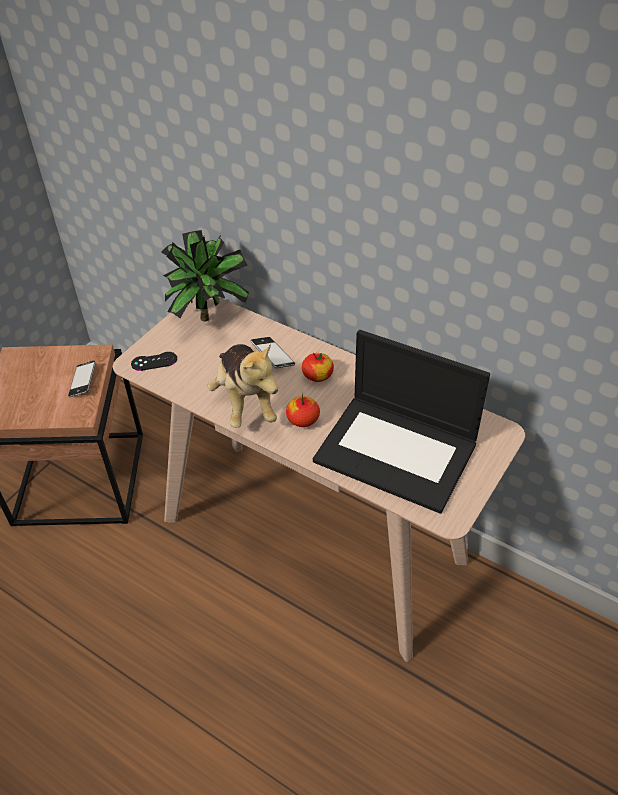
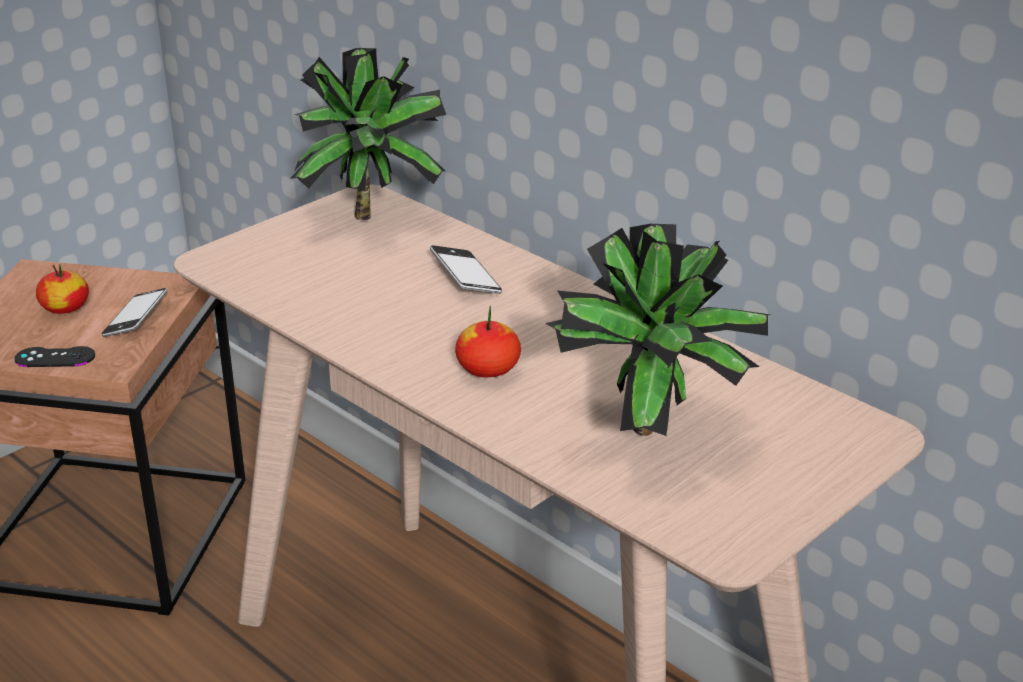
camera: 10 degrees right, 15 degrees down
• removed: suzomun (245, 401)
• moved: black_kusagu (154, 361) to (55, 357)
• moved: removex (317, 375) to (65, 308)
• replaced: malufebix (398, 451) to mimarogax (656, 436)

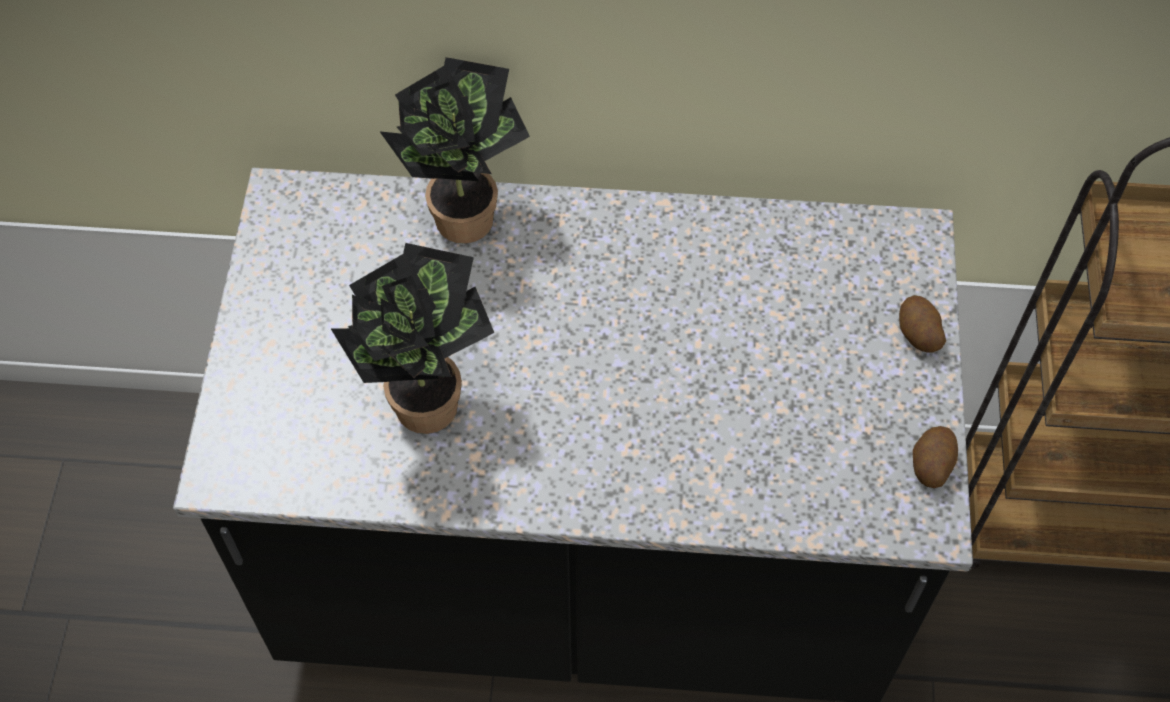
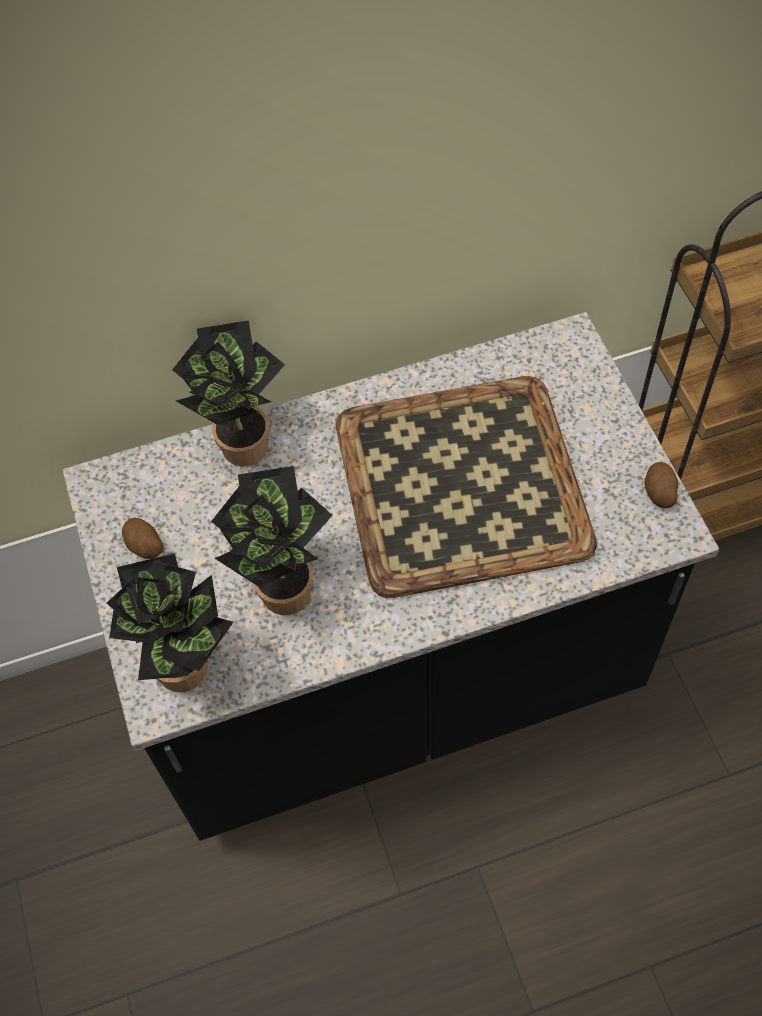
camera: 20 degrees left, 0 degrees up
• added: mimarogax (190, 669)
• added: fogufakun (458, 483)
• moved: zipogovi (917, 333) to (144, 545)

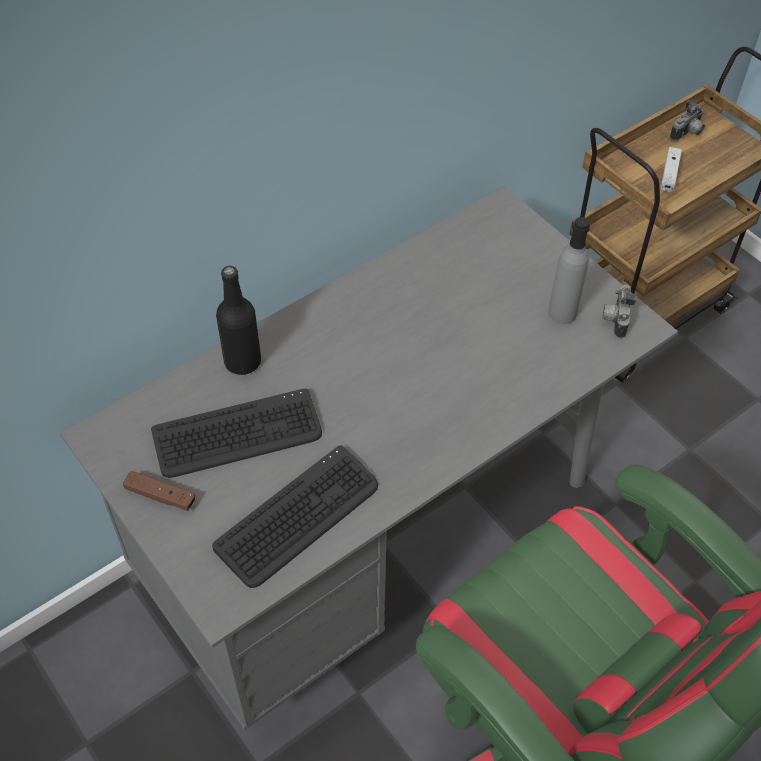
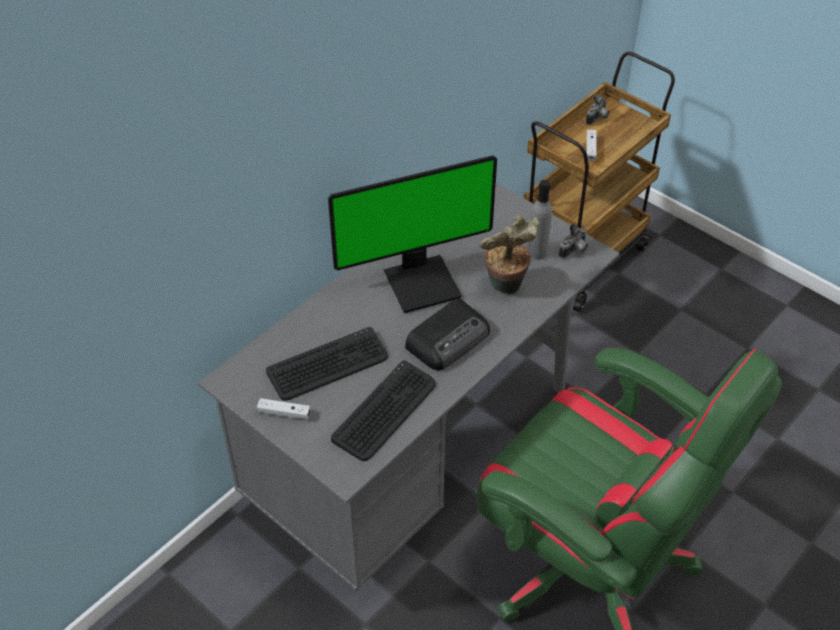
camera: 10 degrees left, 5 degrees down
• removed: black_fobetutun (242, 362)
• added: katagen (422, 282)
• added: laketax (449, 338)
• added: mimarogax (505, 288)
• recoloured: brown_kusagu (160, 496) to white_kusagu (284, 413)
• turned: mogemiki (615, 319) = (574, 251) 135 degrees counterclockwise

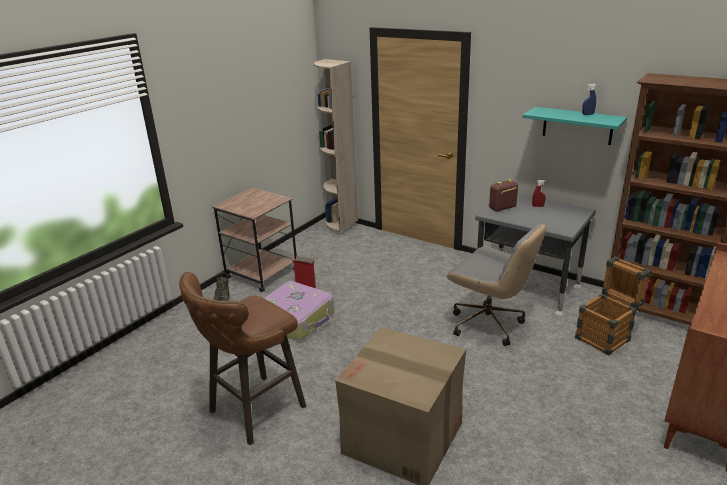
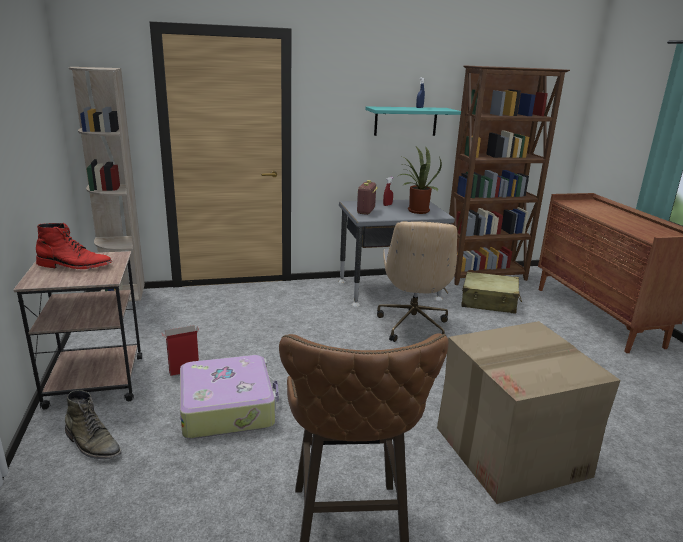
camera: 50 degrees left, 5 degrees down
• added: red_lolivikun (75, 266)
• added: mimarogax (416, 211)
• replaced: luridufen (606, 337) to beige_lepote (489, 302)
• turned: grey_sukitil (489, 326) = (412, 328) 105 degrees clockwise

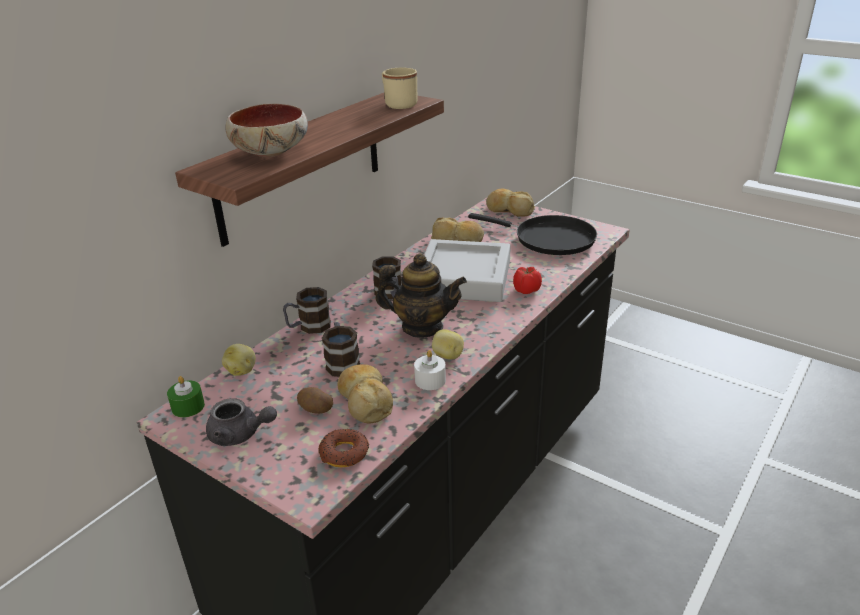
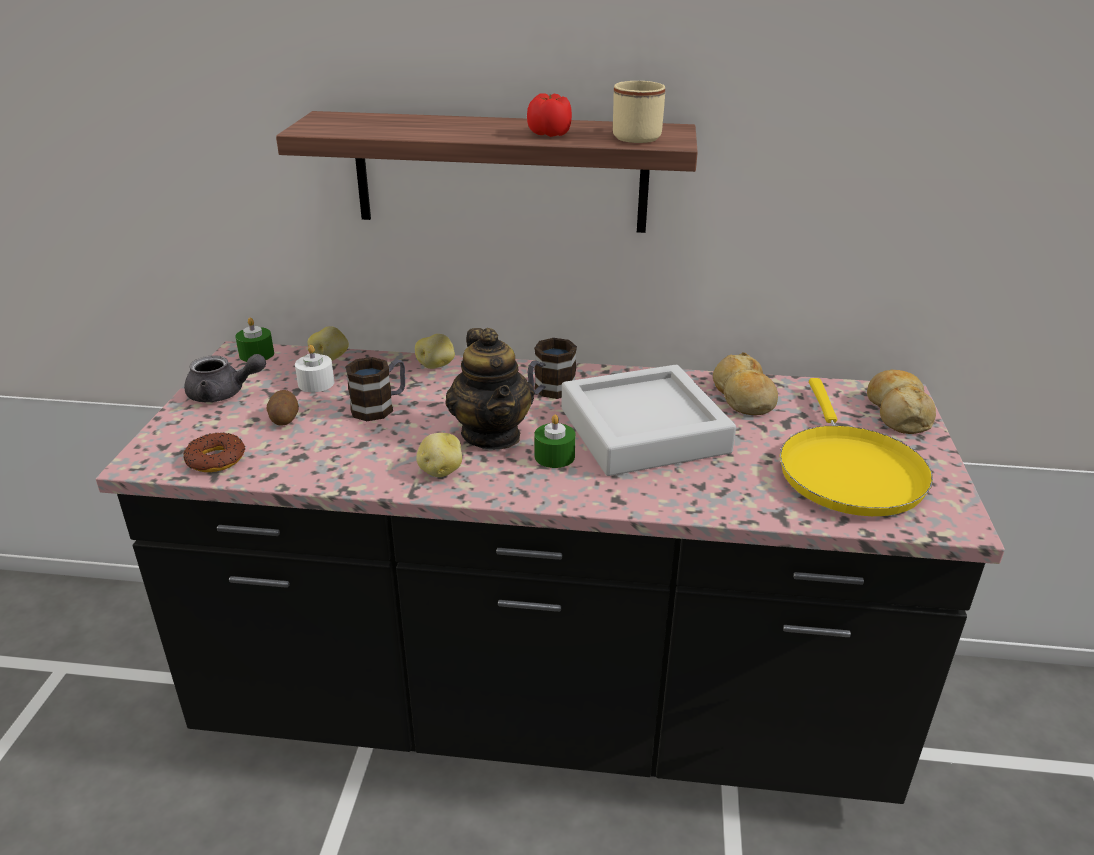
camera: 60 degrees right, 0 degrees up
• removed: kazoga (270, 152)
• removed: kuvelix (365, 401)
• added: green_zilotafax (554, 456)
• moved: white_zilotafax (430, 380) to (316, 383)
• moved: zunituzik (526, 290) to (550, 134)
• replaced: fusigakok (309, 327) to zipogovi (436, 366)
• recoloured: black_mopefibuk (549, 239) to yellow_mopefibuk (847, 471)
• turned: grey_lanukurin (240, 435) = (224, 394) 75 degrees counterclockwise

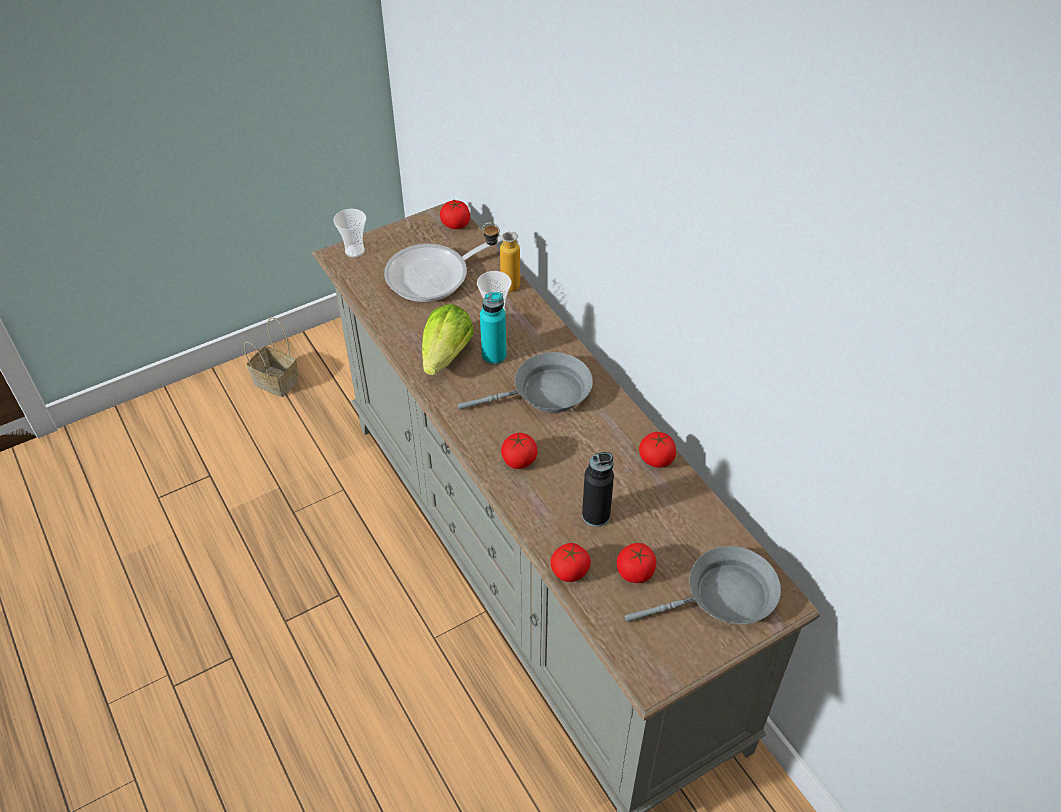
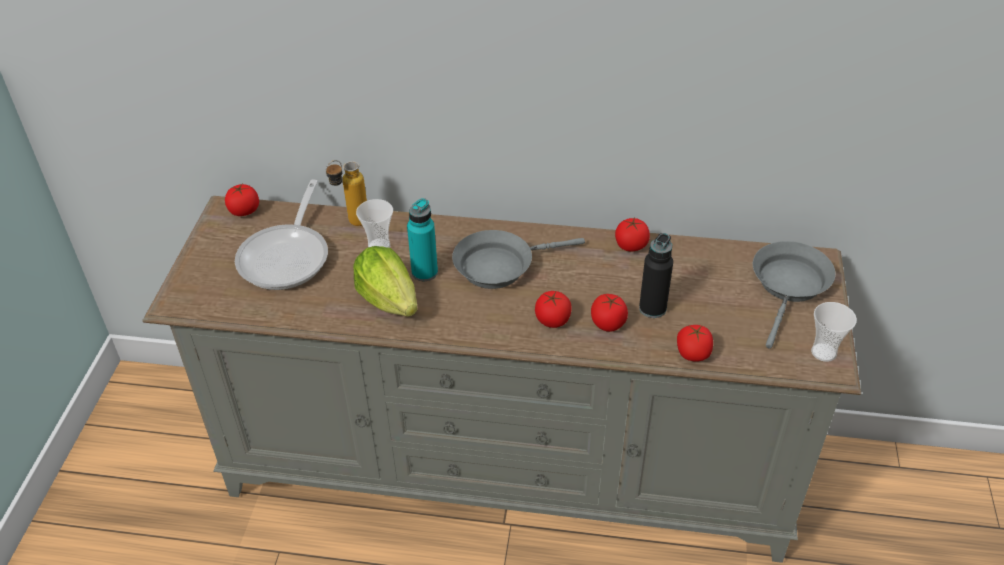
camera: 50 degrees left, 5 degrees down
• removed: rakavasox (274, 381)
• moved: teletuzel (354, 251) to (823, 352)
• moved: zunituzik (635, 572) to (608, 323)
• turned: grey_mopefibuk (545, 393) = (499, 266) 135 degrees counterclockwise

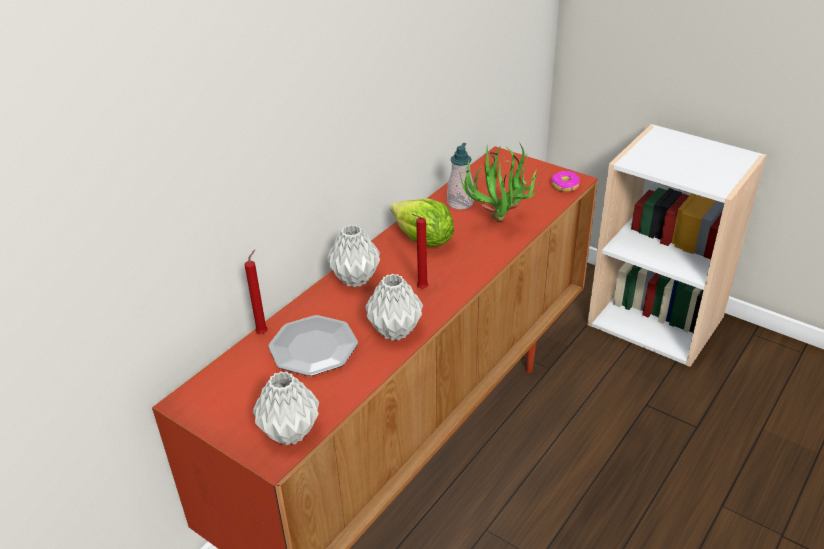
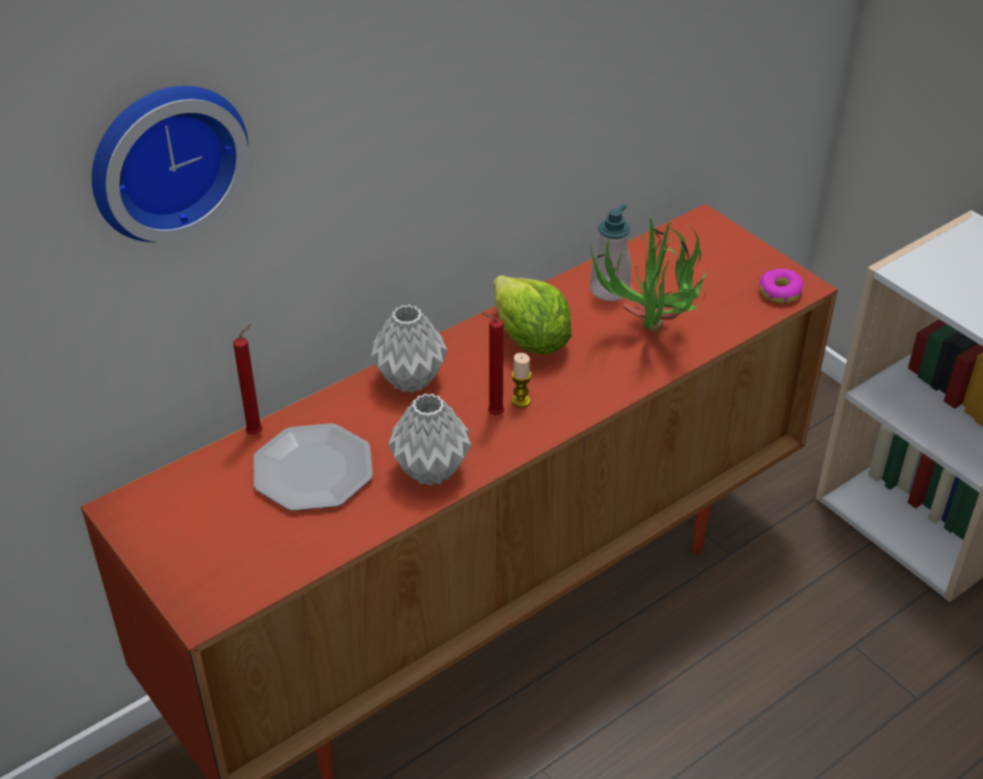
camera: 15 degrees right, 5 degrees up
• removed: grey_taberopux (291, 432)
• added: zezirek (164, 158)
• added: zilotafax (520, 401)

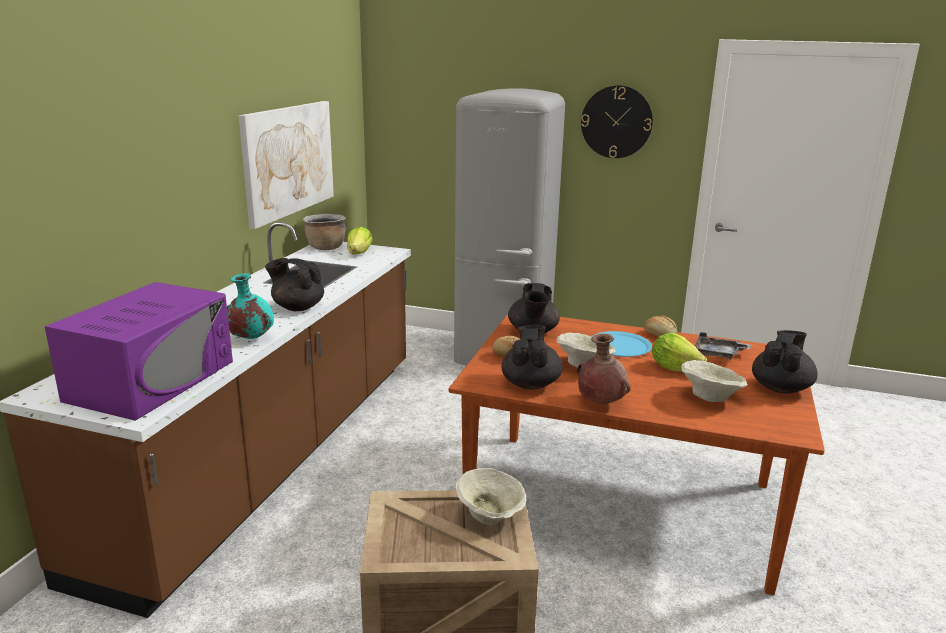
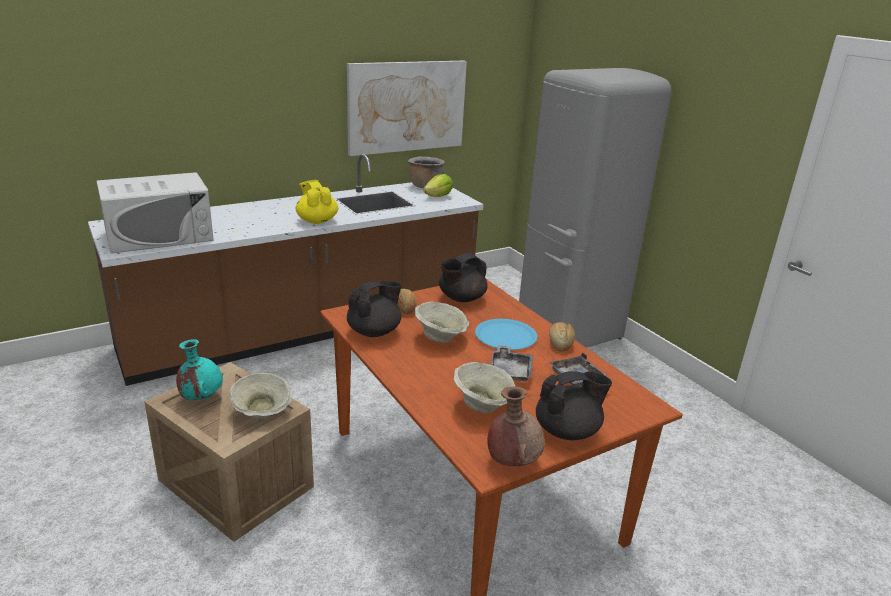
camera: 40 degrees right, 5 degrees up
• removed: zezirek (616, 122)
• moved: turquoise_taberopux (251, 339) to (201, 397)
• moved: brown_taberopux (600, 403) to (512, 461)
• replaced: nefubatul (674, 368) to grey_fogufakun (510, 371)
• recoloured: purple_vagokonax (152, 380) to white_vagokonax (159, 236)
• recoloured: black_lanukurin (297, 307) to yellow_lanukurin (317, 221)

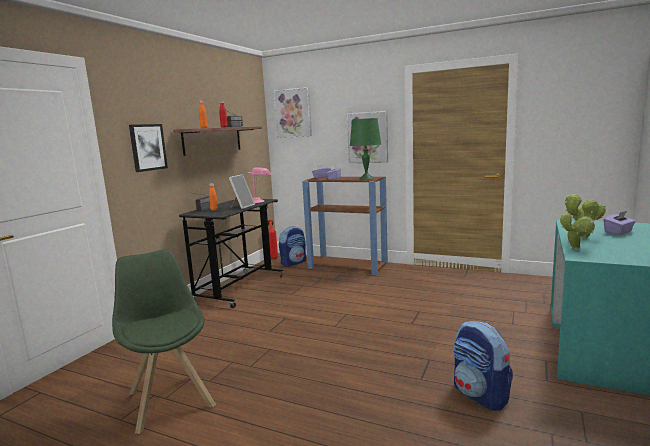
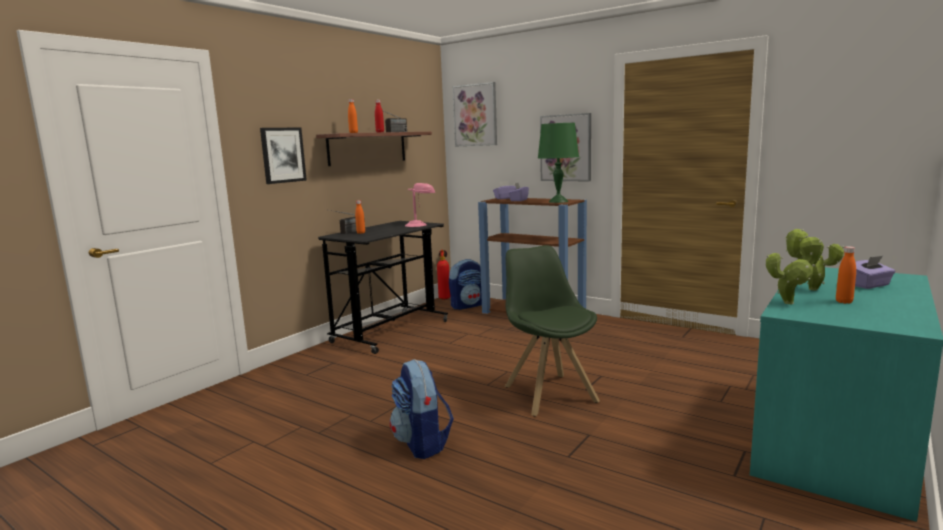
camera: 10 degrees right, 0 degrees up
• removed: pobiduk (242, 206)
• added: orange_fobetutun (844, 302)
• moved: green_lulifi (170, 399) to (549, 394)
• moved: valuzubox (480, 395) to (422, 443)

